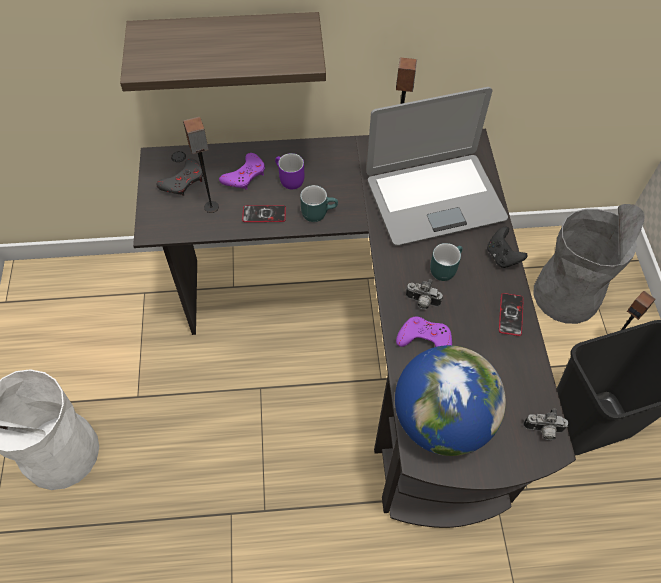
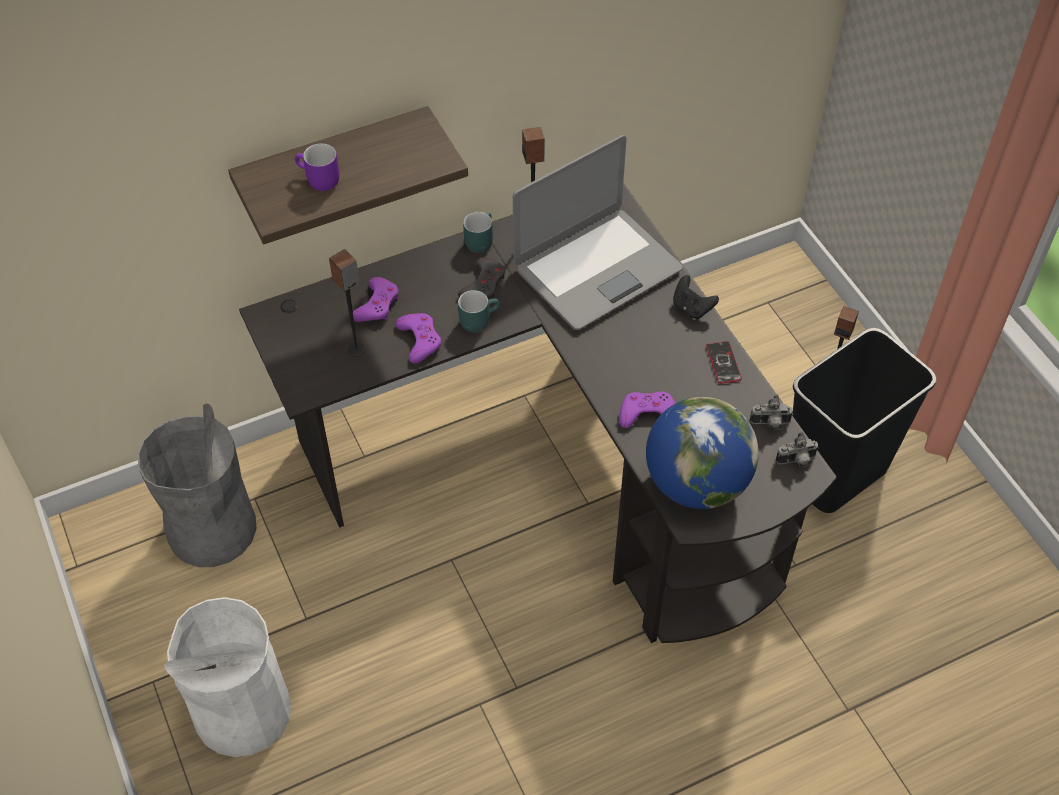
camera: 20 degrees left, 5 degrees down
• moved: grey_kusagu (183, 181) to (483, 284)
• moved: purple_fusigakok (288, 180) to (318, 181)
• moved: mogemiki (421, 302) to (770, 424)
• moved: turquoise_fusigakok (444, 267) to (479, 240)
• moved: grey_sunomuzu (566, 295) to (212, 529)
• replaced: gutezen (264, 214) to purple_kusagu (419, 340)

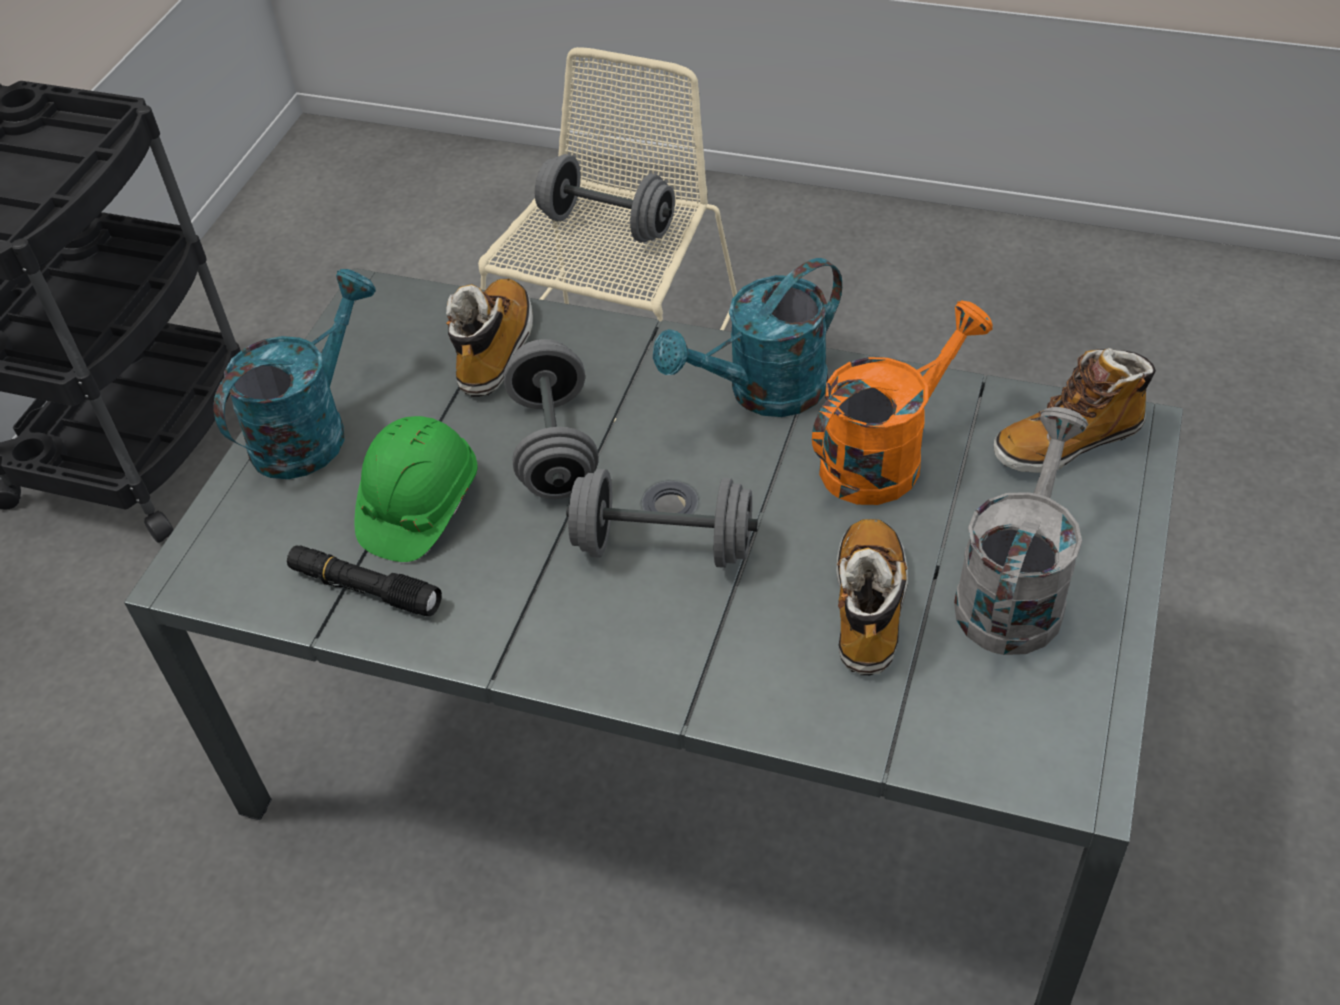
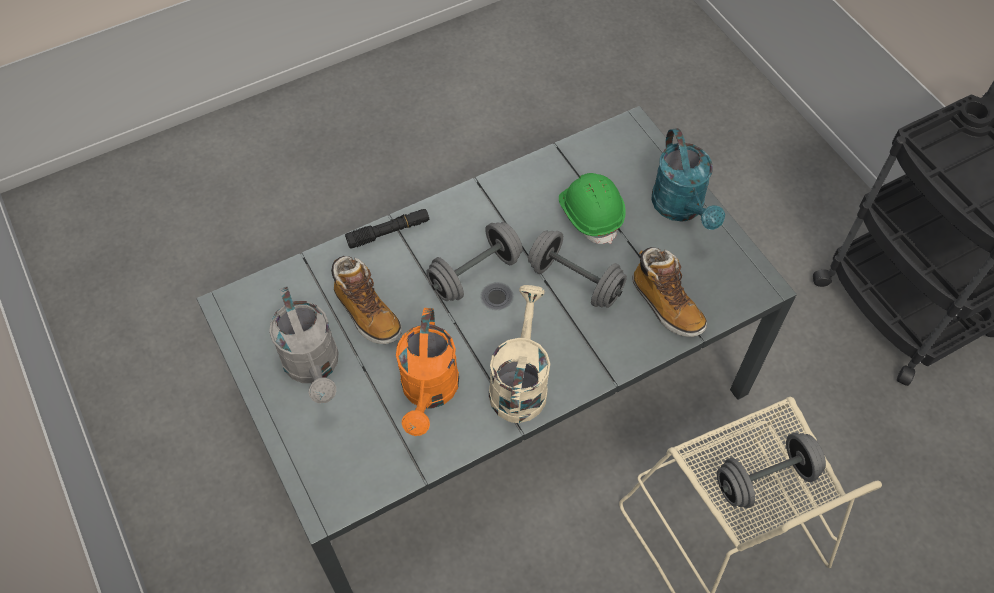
camera: 130 degrees right, 10 degrees up
• removed: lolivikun (1068, 442)
• moved: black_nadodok (365, 589) to (388, 232)
• recoloured: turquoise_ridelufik (763, 393) to beige_ridelufik (519, 382)

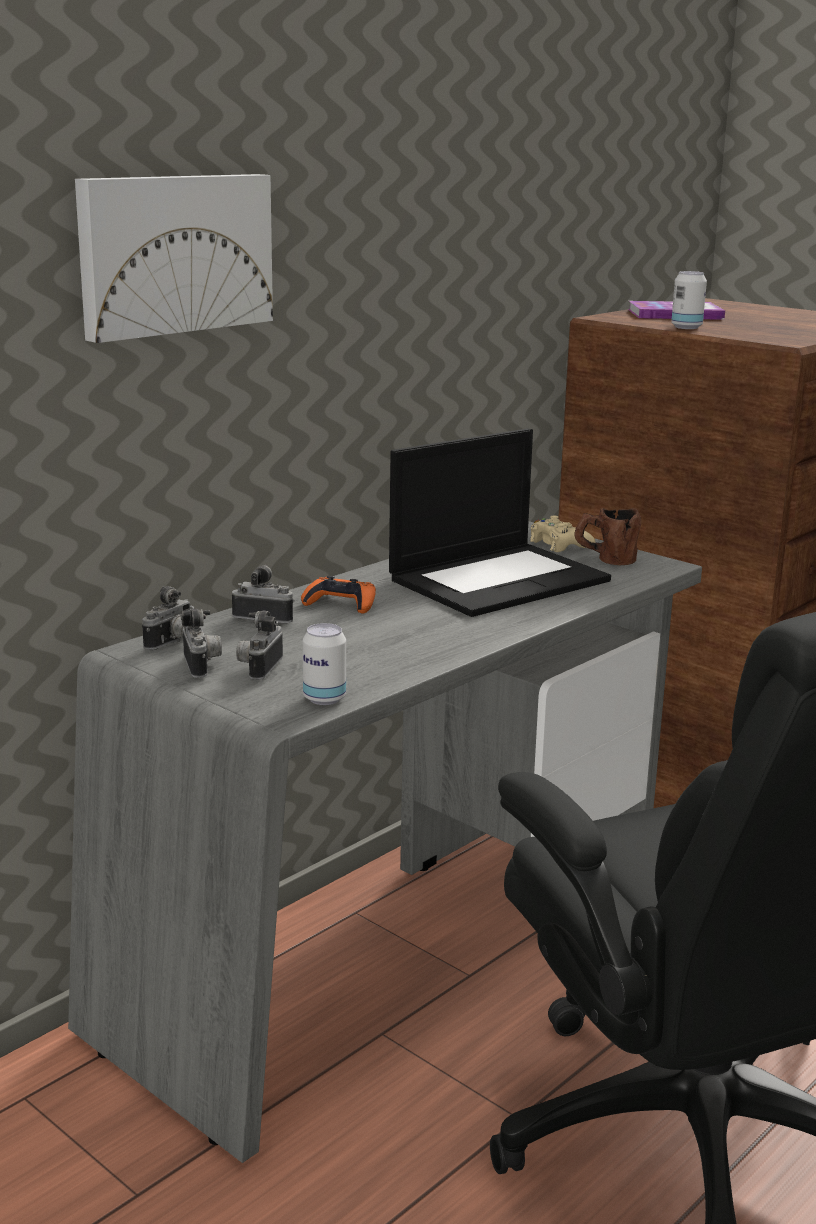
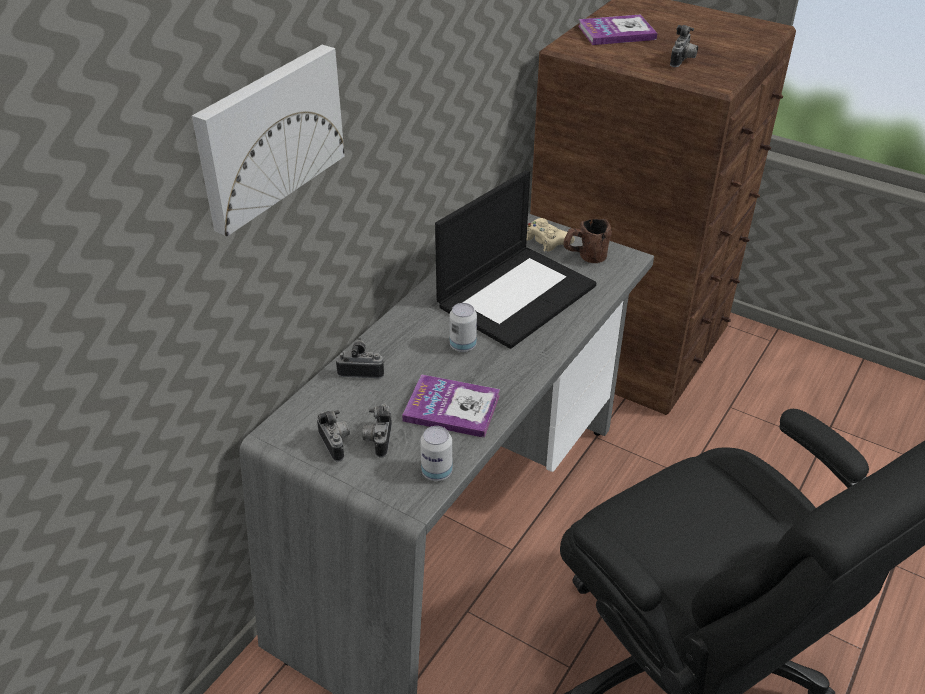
camera: 10 degrees left, 20 degrees up
• removed: orange_kusagu (341, 603)
• added: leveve (451, 408)
• moved: mogemiki (174, 643) to (683, 61)
• moved: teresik (686, 327) to (463, 346)

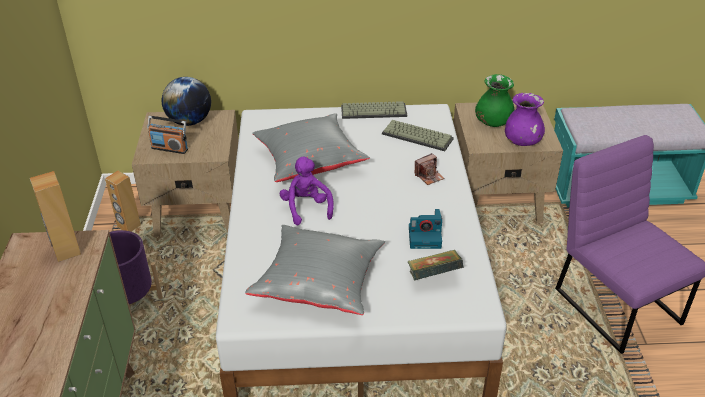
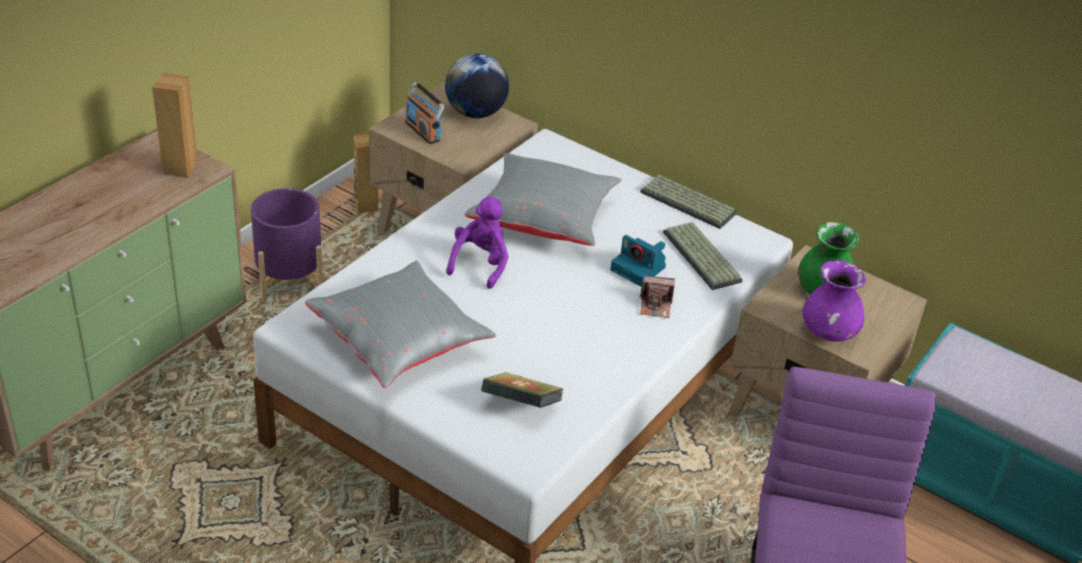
camera: 35 degrees right, 0 degrees up
• moved: mogemiki (425, 236) to (639, 269)

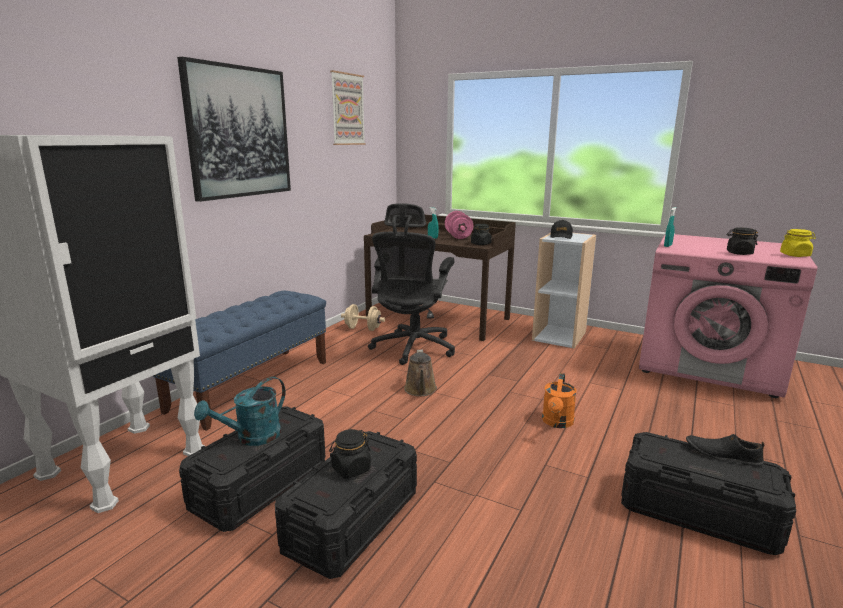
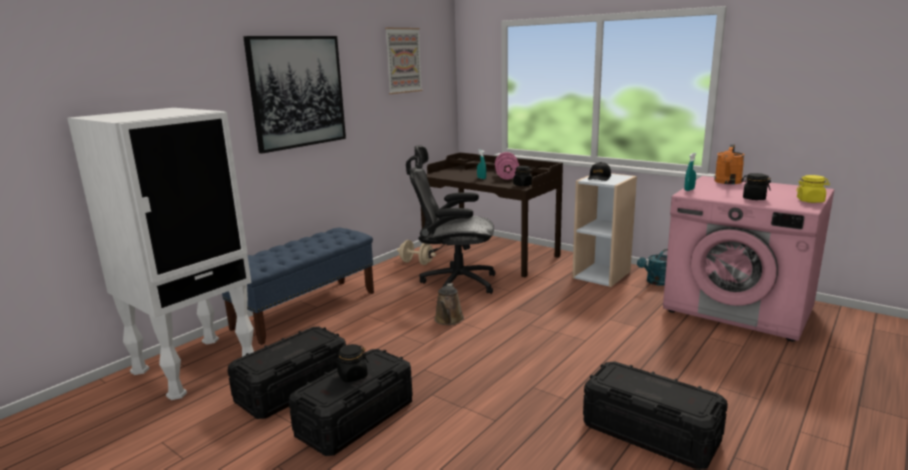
camera: 10 degrees right, 0 degrees up
• removed: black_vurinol (722, 455)
• moved: turquoise_ridelufik (251, 438) to (655, 282)
• moved: orange_ridelufik (557, 423) to (727, 182)
• turned: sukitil (412, 350) = (455, 283) 75 degrees clockwise

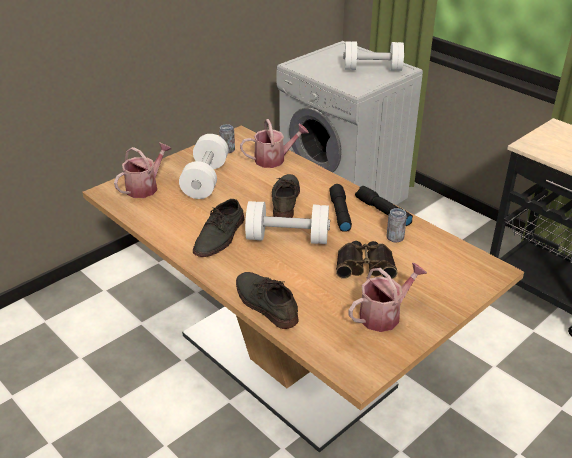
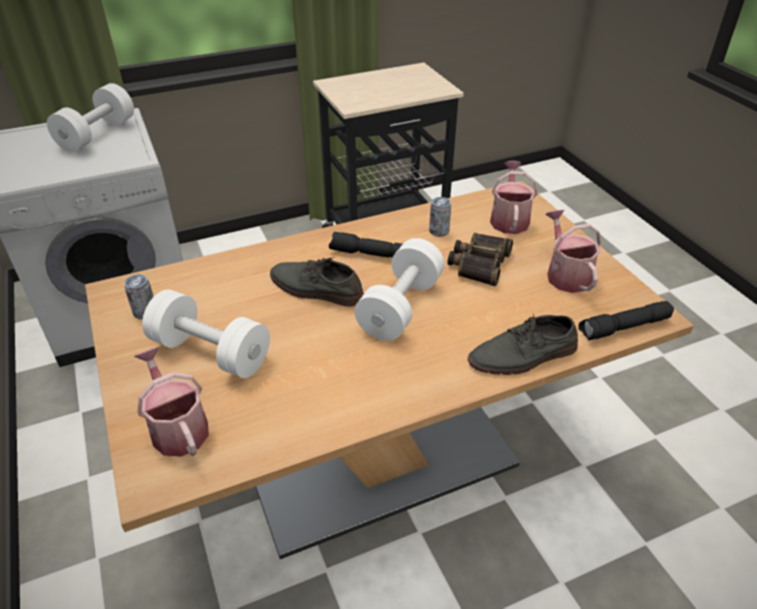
camera: 70 degrees left, 5 degrees up
• removed: grey_vurinol (220, 236)
• moved: ridelufik (274, 159) to (509, 219)
• moved: black_nadodok (382, 211) to (624, 328)

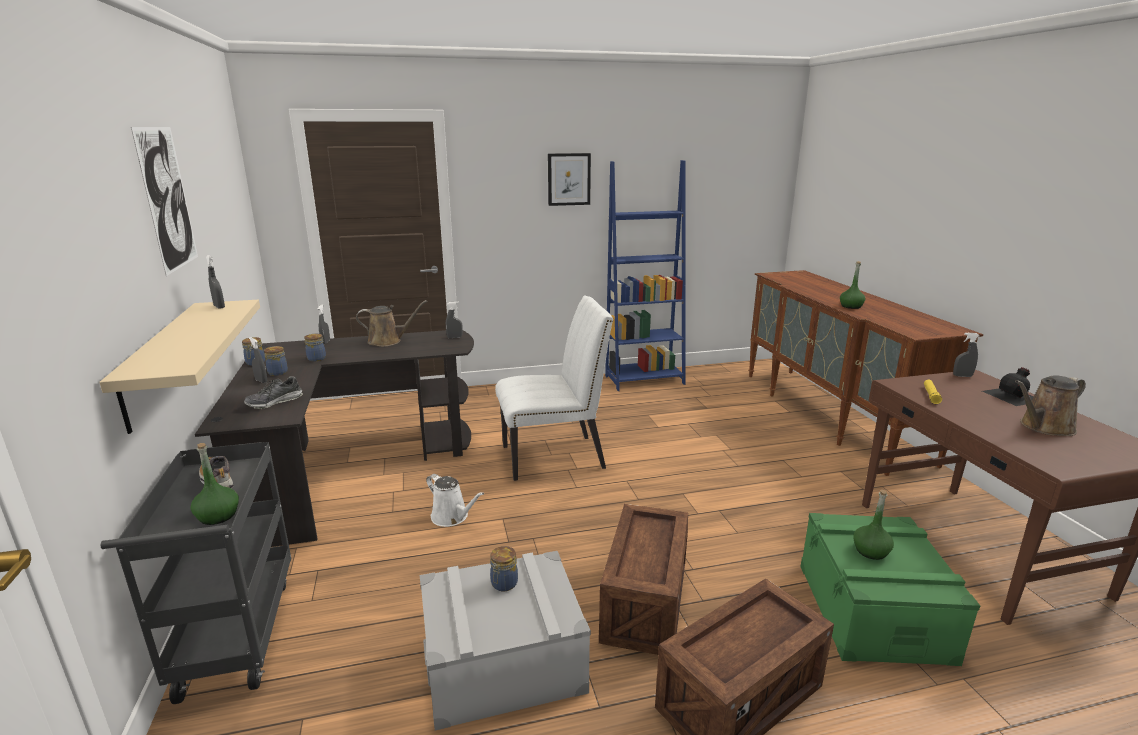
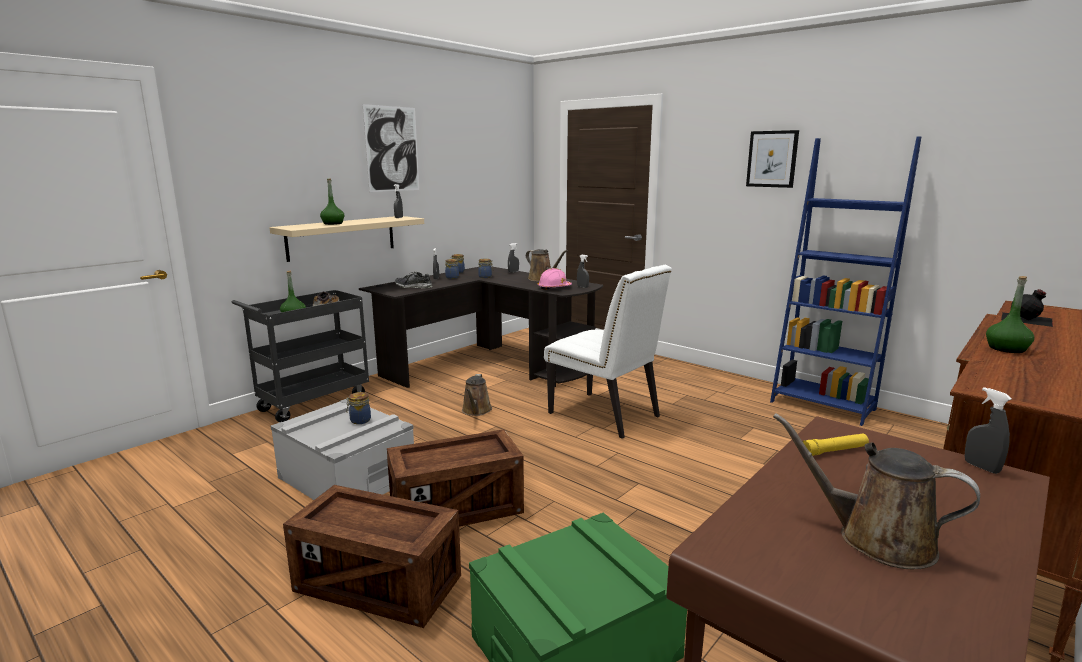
camera: 55 degrees right, 5 degrees down
• added: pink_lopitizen (554, 288)
• moved: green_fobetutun (871, 551) to (333, 223)
• moved: black_fobetutun (1014, 396) to (1027, 319)
• recoloured: white_ridelufik (452, 517) to brown_ridelufik (476, 411)

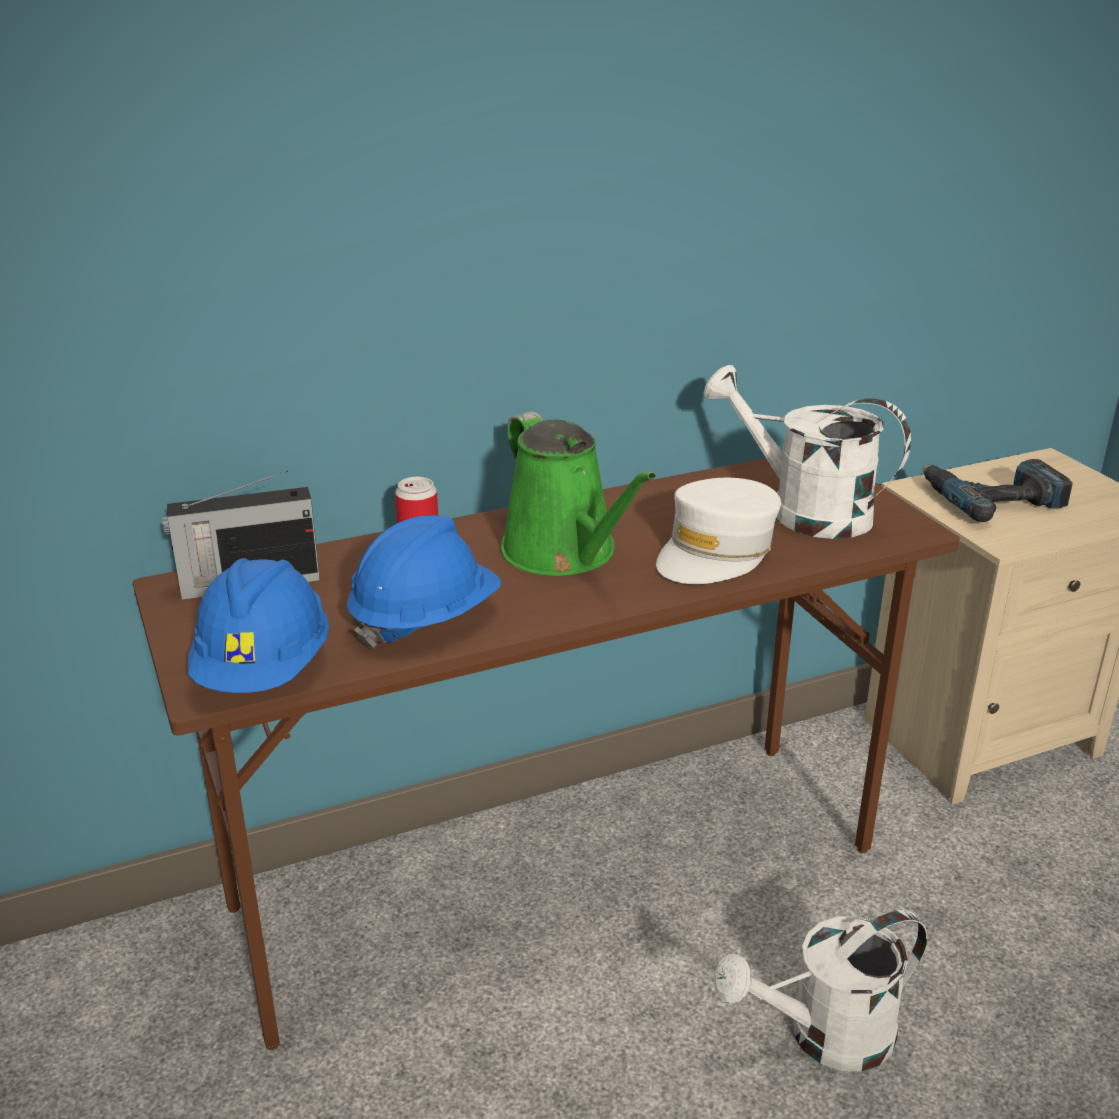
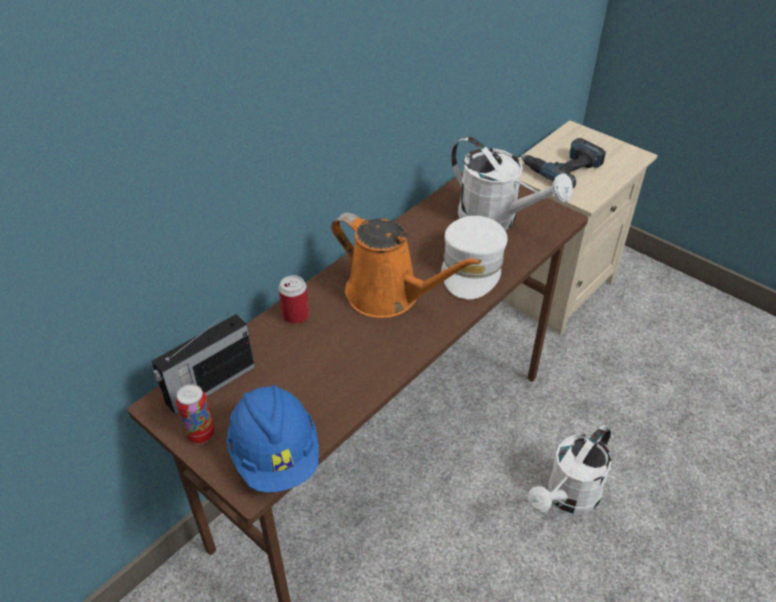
camera: 25 degrees left, 15 degrees up
• removed: blue_lopitizen (424, 619)
• added: teresik (201, 434)
• recoloured: green_ridelufik (565, 553) to orange_ridelufik (389, 295)
• turned: white_ridelufik (803, 511) = (497, 220) 150 degrees counterclockwise

